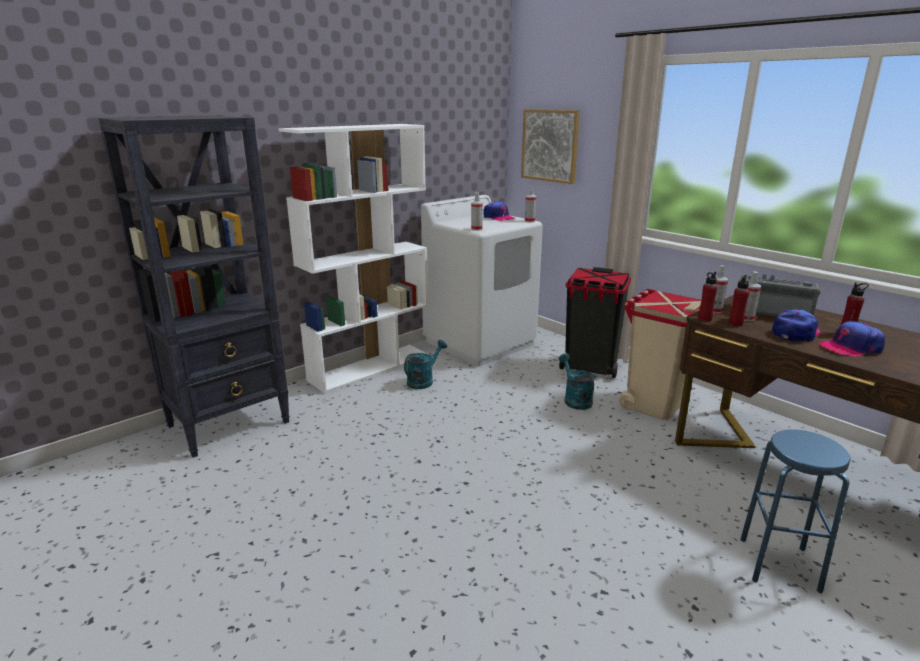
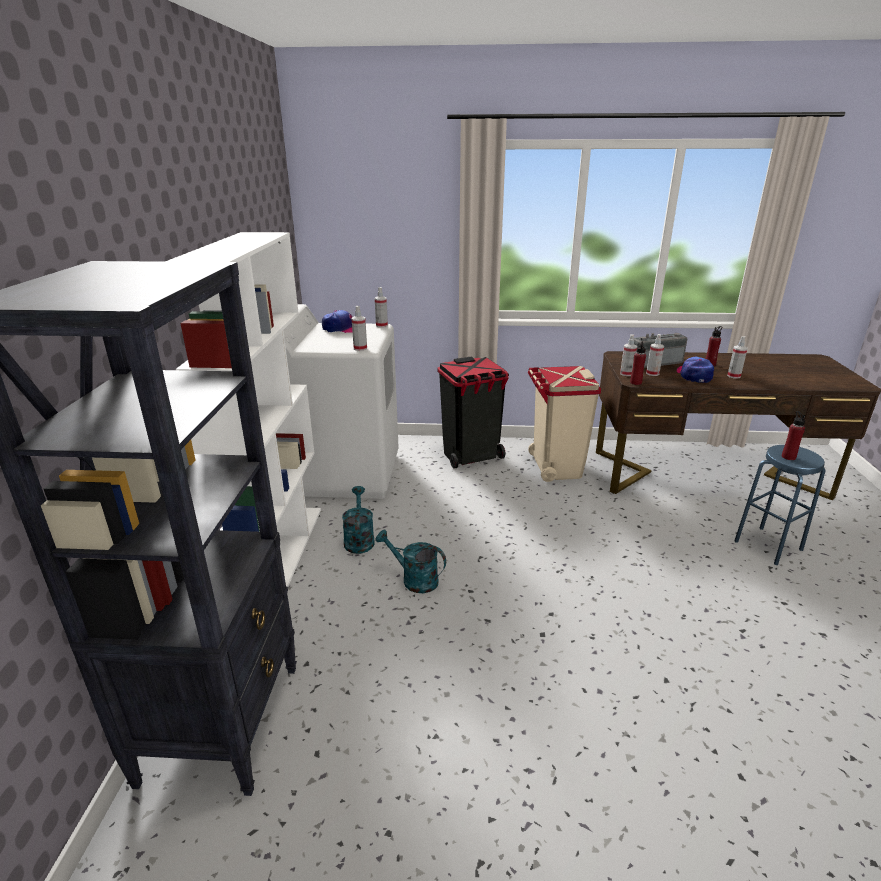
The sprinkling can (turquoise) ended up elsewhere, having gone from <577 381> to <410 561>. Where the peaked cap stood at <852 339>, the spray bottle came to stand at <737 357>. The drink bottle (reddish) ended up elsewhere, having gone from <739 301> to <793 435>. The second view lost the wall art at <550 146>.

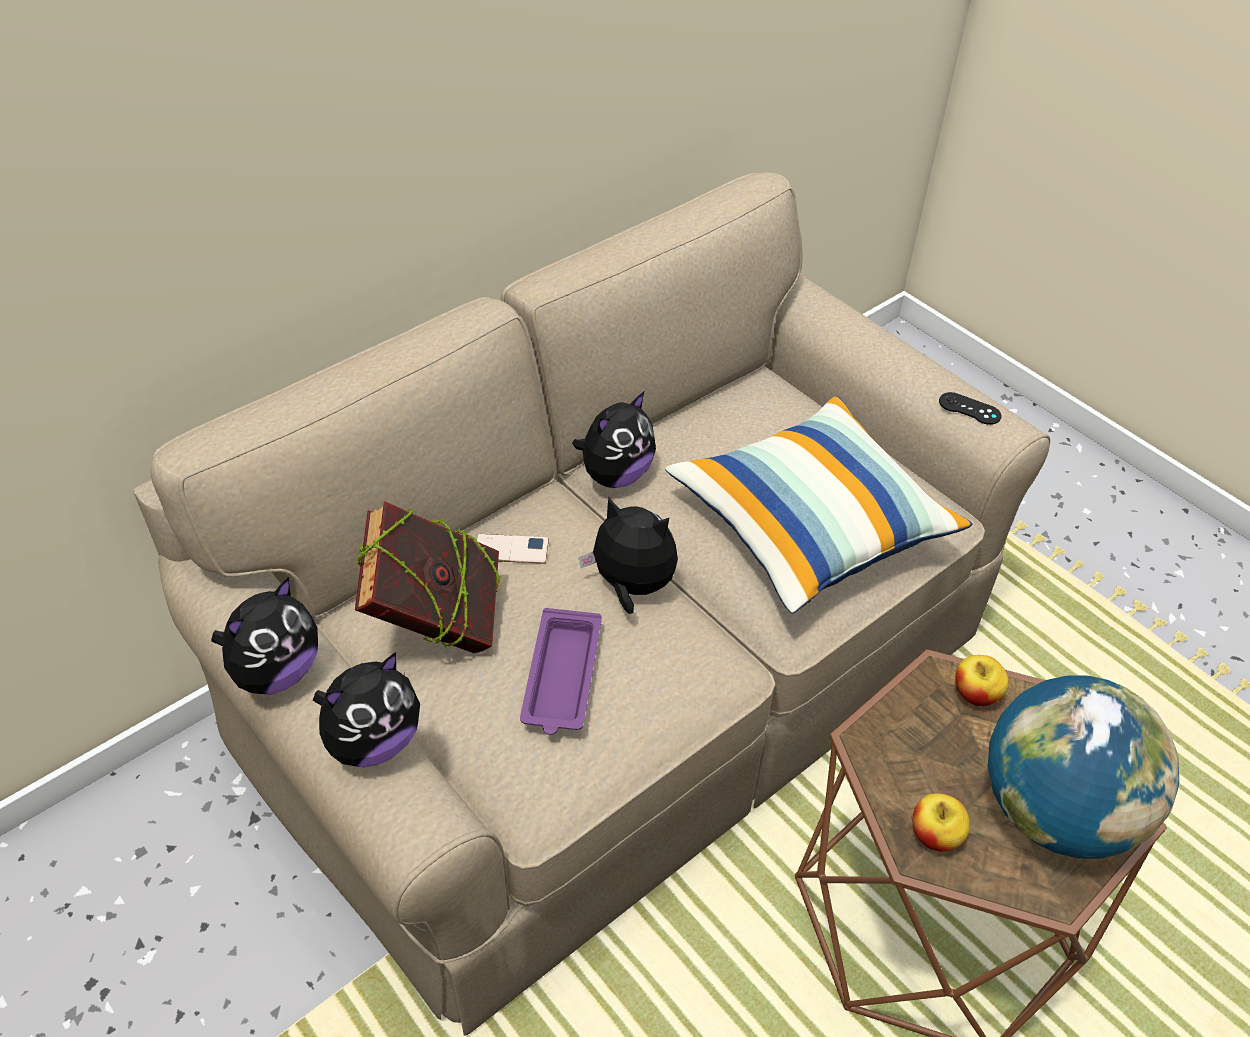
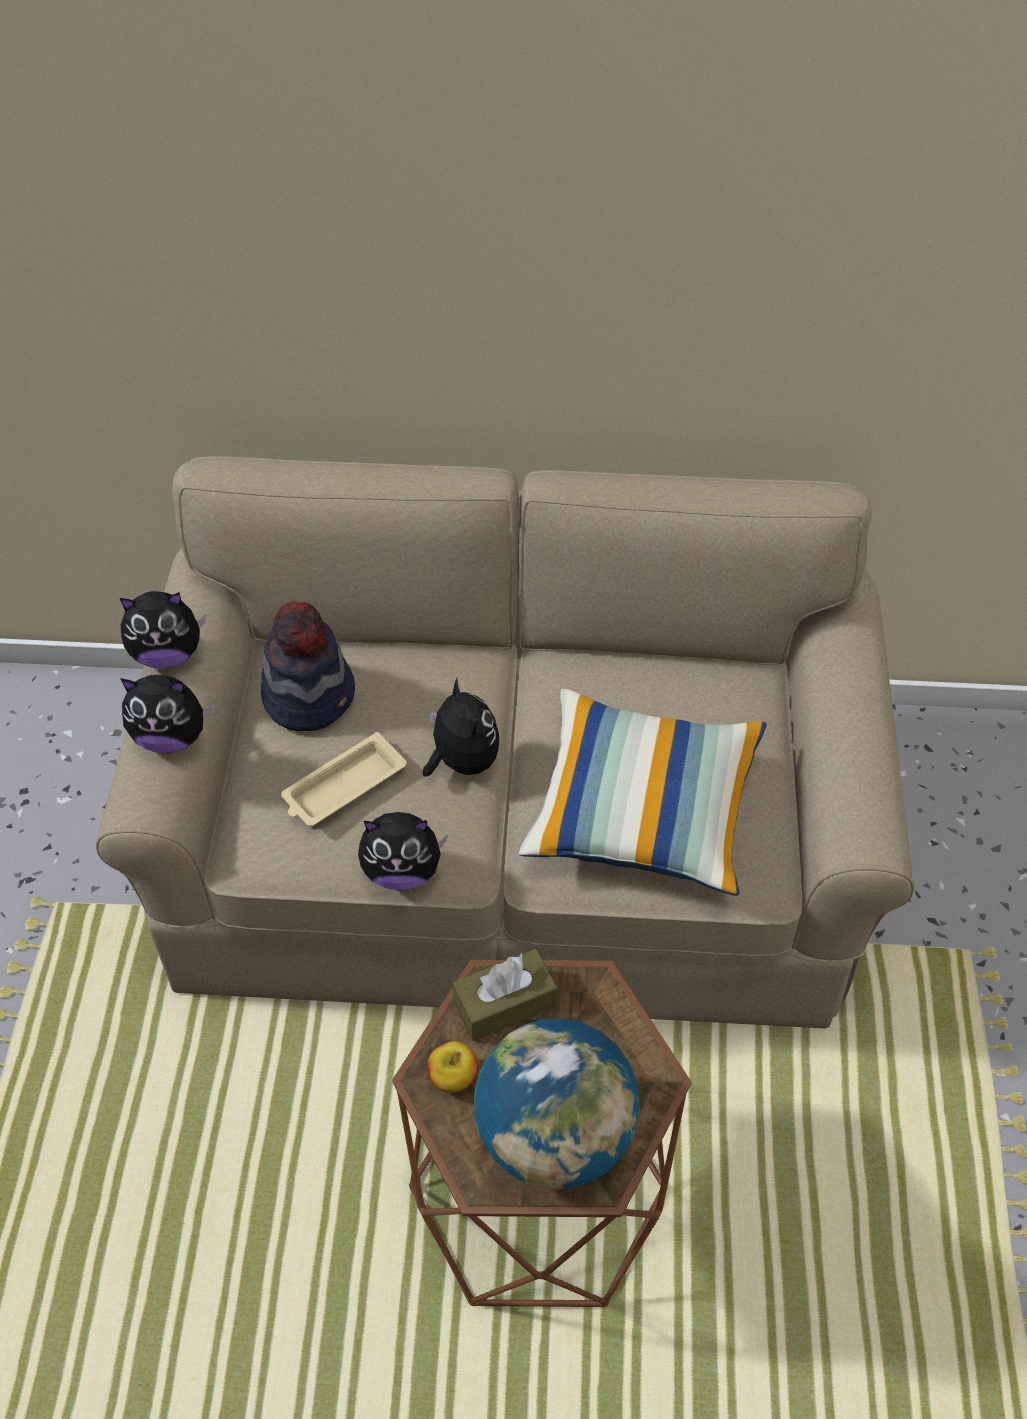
Where the bound book stood at <428 577>, the clothing hat came to stand at <308 666>. What was the serving tray (purple) at <561 671> turned into the serving tray (beige) at <344 779>. The soft toy ended up elsewhere, having gone from <614 440> to <403 851>. The second view gained the tissue box (brownish) at <505 995>. The second view lost the handset at <512 549>. The second view lost the gamepad (black-coloured) at <970 408>. The second view lost the whole apple at <982 680>.

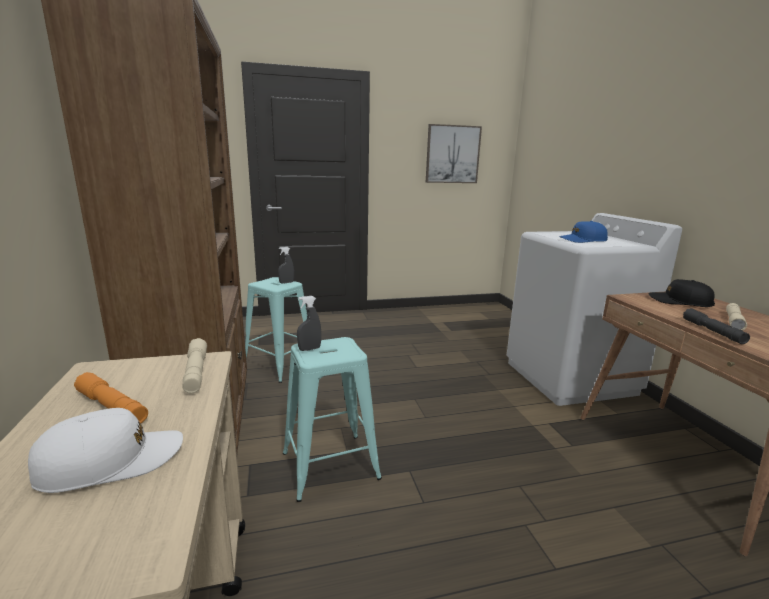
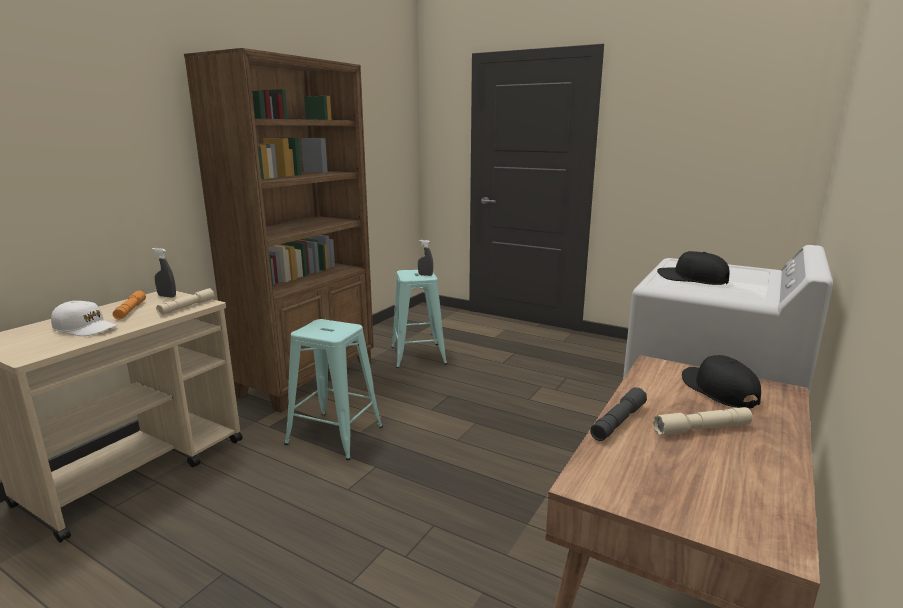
The spray bottle (greyish) ended up elsewhere, having gone from <309 323> to <164 273>. What was the peaked cap (bluish) at <584 232> turned into the peaked cap (black-coloured) at <693 268>. The second view lost the wall art at <454 153>.

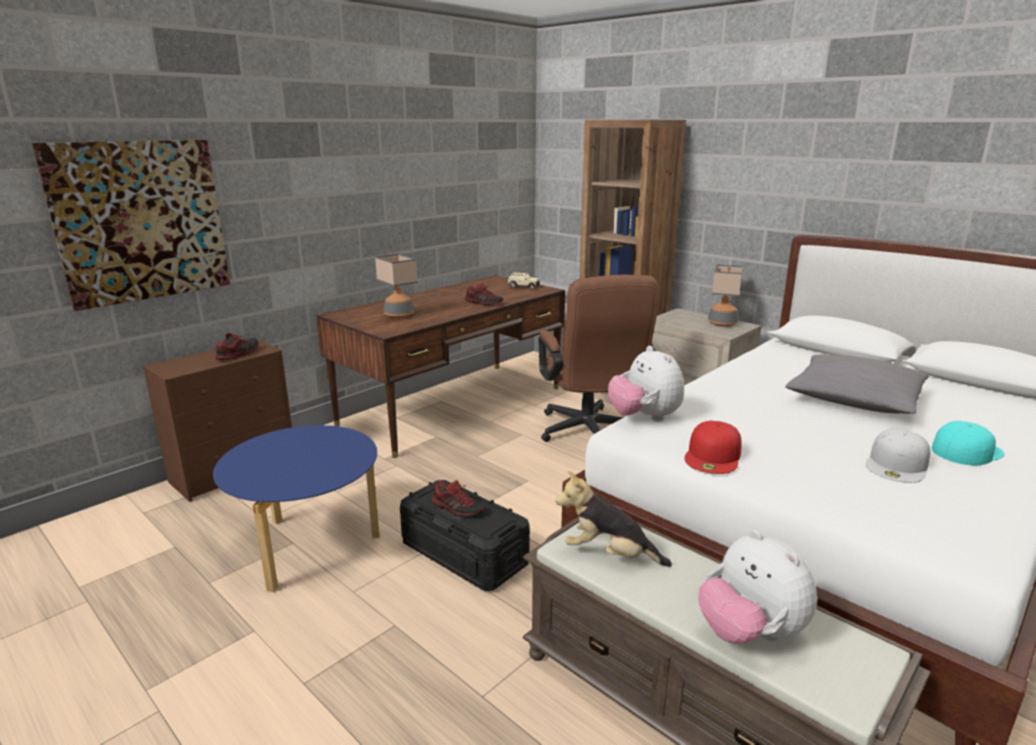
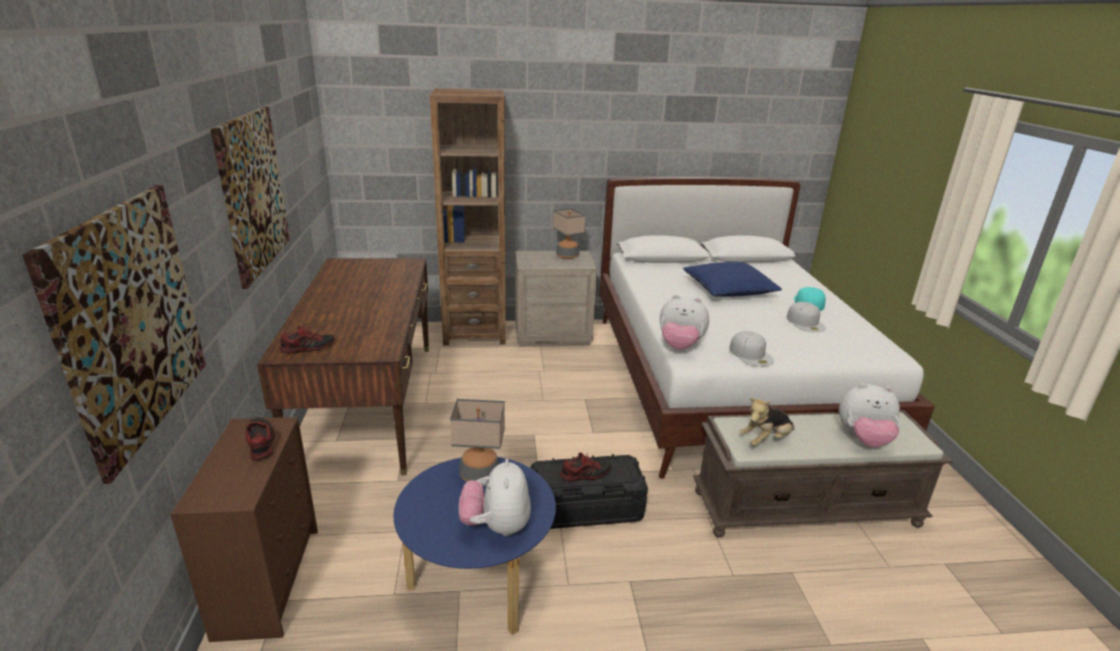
The second view gained the wall art at <250 198>. The item of footwear ended up elsewhere, having gone from <484 294> to <307 340>. The lamp for a table ended up elsewhere, having gone from <396 286> to <477 440>. The second view gained the soft toy at <495 497>. What was the cushion (greyish) at <857 384> turned into the cushion (bluish) at <732 279>. What was the peaked cap (reddish) at <713 447> turned into the peaked cap (white-coloured) at <751 349>. The second view lost the toy car (beige) at <523 280>. The second view lost the computer chair (brownish) at <598 358>.

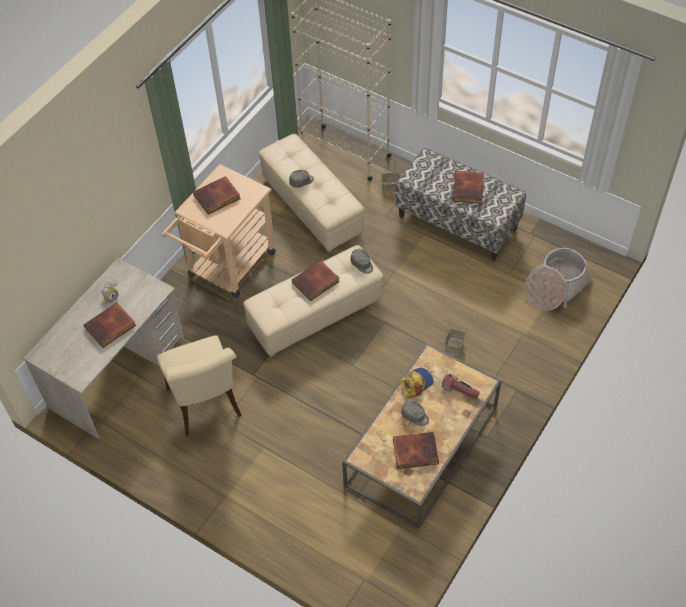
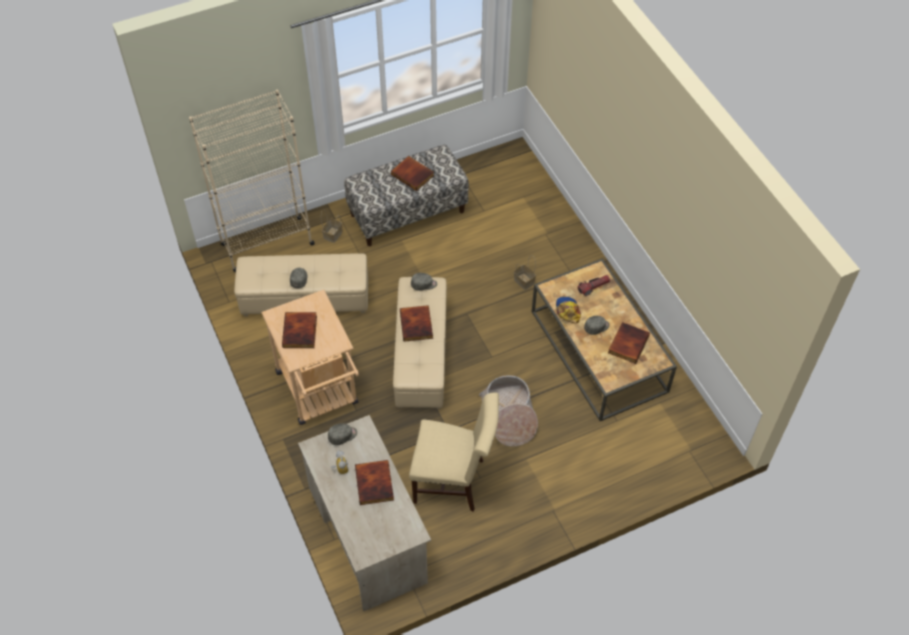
The second view gained the peaked cap (greyish) at <342 434>. The household basket ended up elsewhere, having gone from <559 279> to <508 410>.

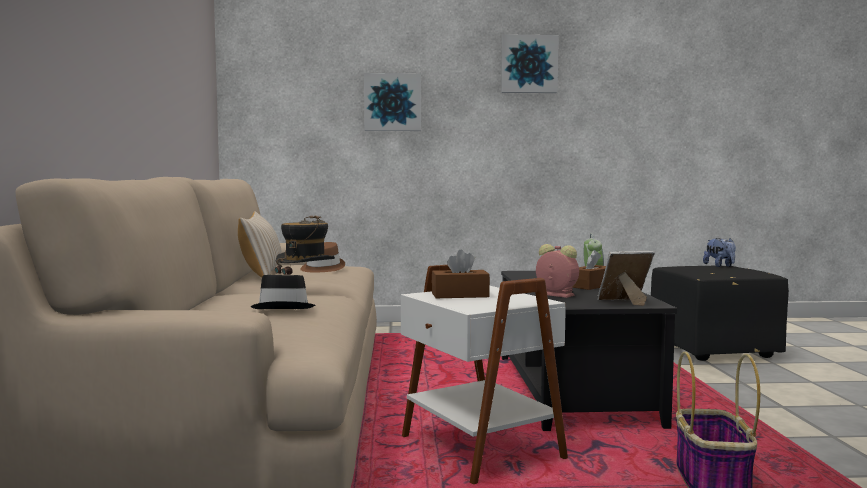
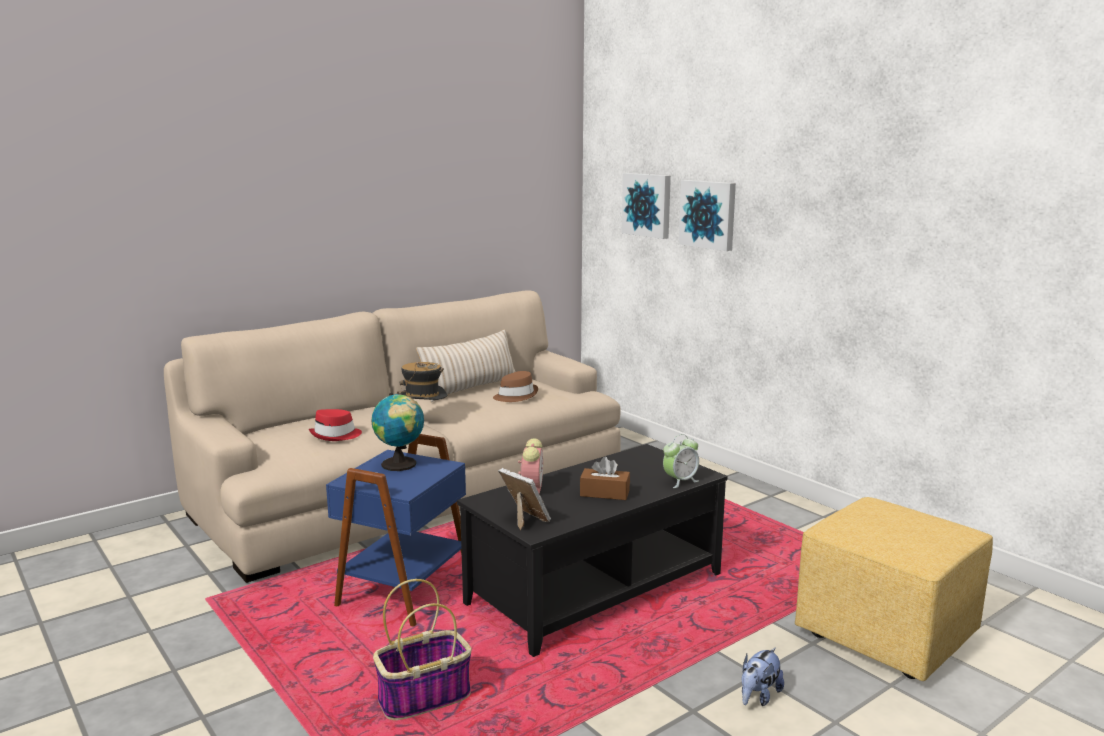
What was the clothing hat (black-coloured) at <283 292> turned into the clothing hat (reddish) at <335 425>. What was the side table (white-coloured) at <484 374> turned into the side table (bluish) at <396 530>. Where the tissue box (brownish) stood at <461 274>, the desk globe came to stand at <397 431>. The wall art ended up elsewhere, having gone from <530 63> to <646 206>. The soft toy ended up elsewhere, having gone from <719 252> to <763 676>. What was the footrest (black-coloured) at <720 313> turned into the footrest (yellowish) at <894 589>.

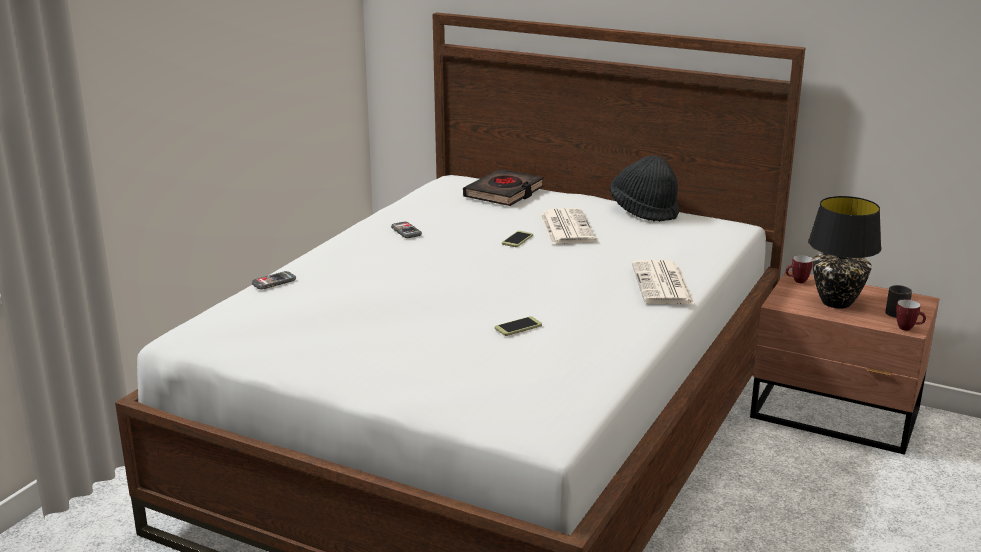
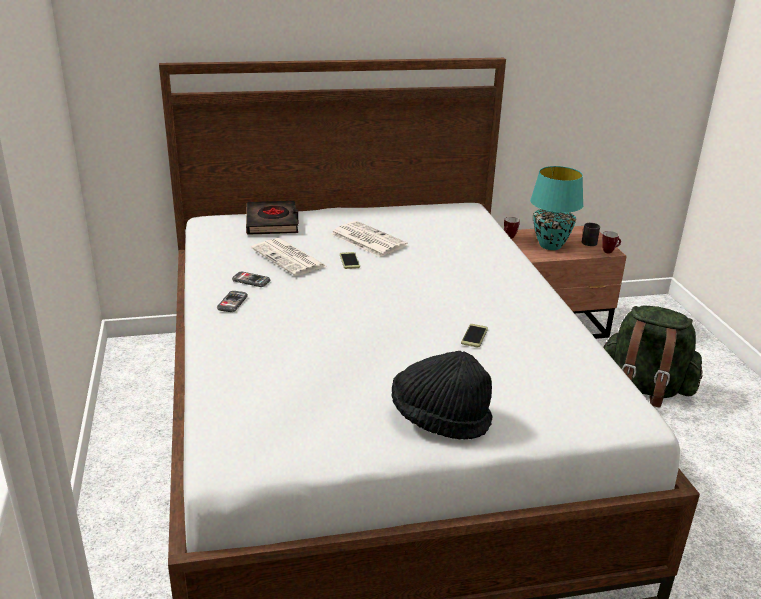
The handset ended up elsewhere, having gone from <274 280> to <232 301>. The newspaper ended up elsewhere, having gone from <663 282> to <289 257>. The clothing hat (black-coloured) ended up elsewhere, having gone from <644 188> to <442 395>. What was the lamp for a table (black-coloured) at <845 252> turned into the lamp for a table (turquoise) at <557 208>. The second view gained the rucksack (green-coloured) at <653 356>.

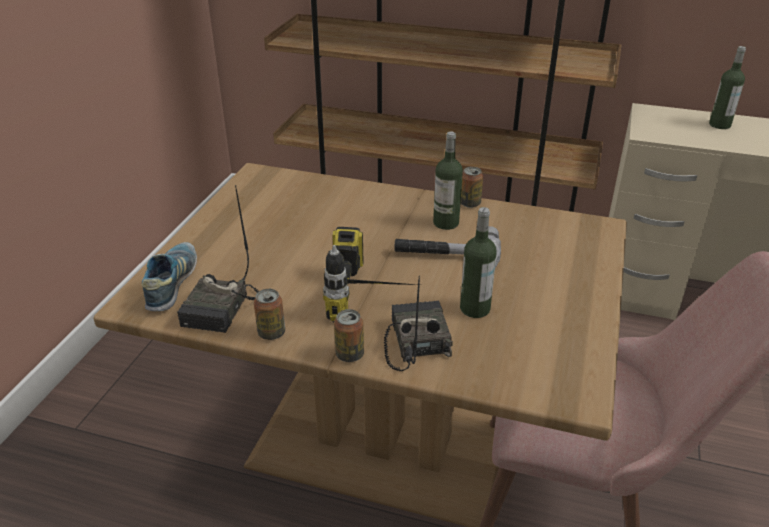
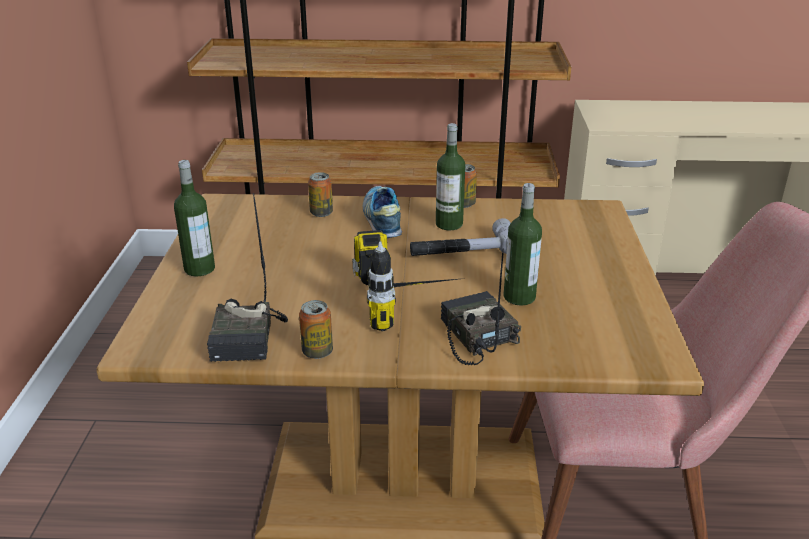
The drink bottle ended up elsewhere, having gone from <727 87> to <194 218>. The can ended up elsewhere, having gone from <349 335> to <320 194>. The item of footwear ended up elsewhere, having gone from <169 276> to <382 212>.

